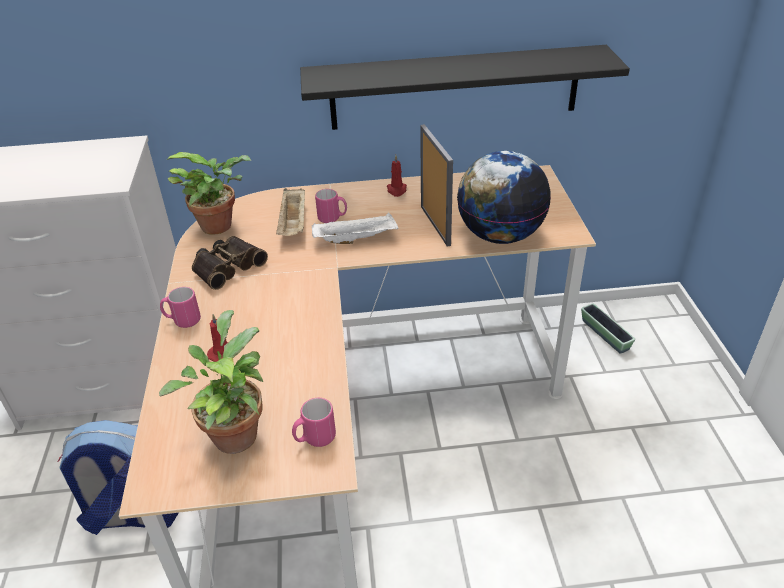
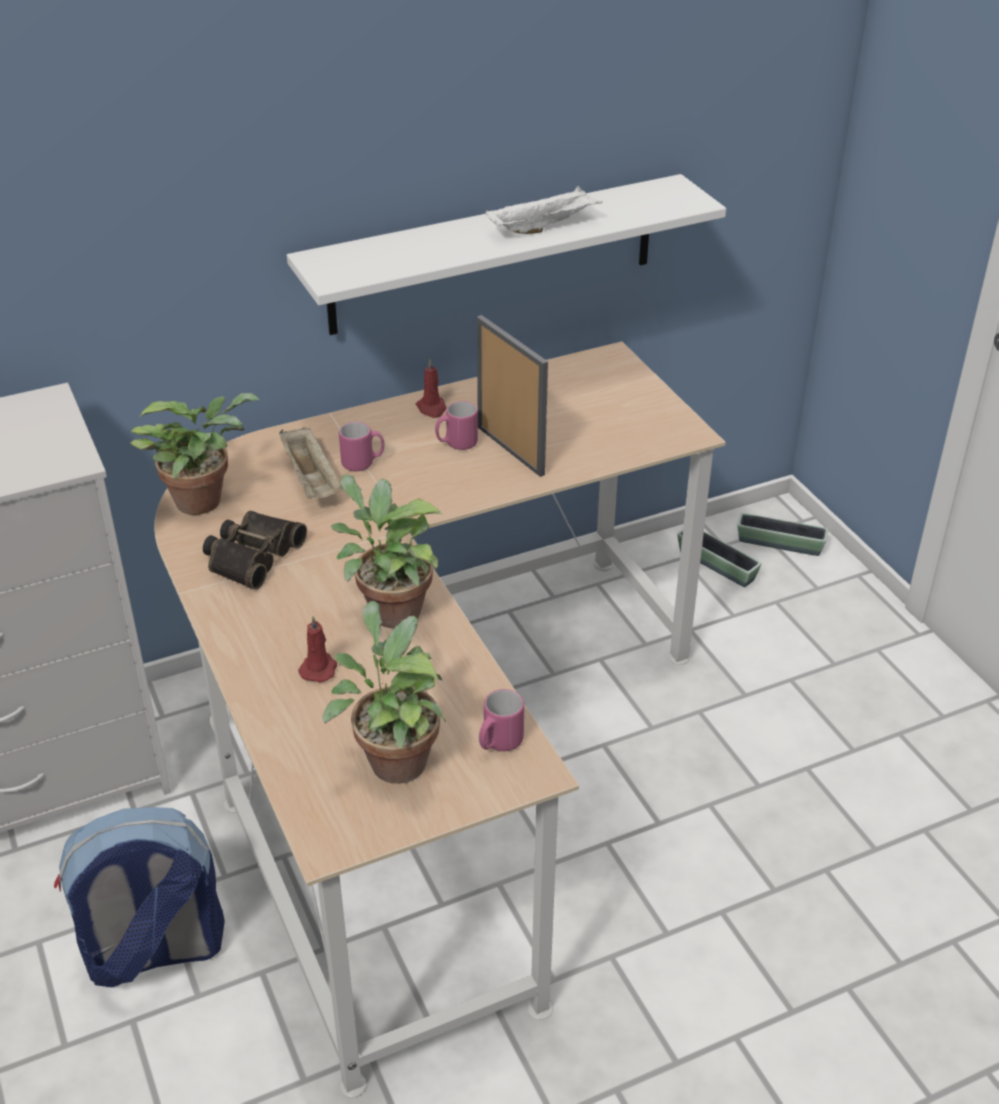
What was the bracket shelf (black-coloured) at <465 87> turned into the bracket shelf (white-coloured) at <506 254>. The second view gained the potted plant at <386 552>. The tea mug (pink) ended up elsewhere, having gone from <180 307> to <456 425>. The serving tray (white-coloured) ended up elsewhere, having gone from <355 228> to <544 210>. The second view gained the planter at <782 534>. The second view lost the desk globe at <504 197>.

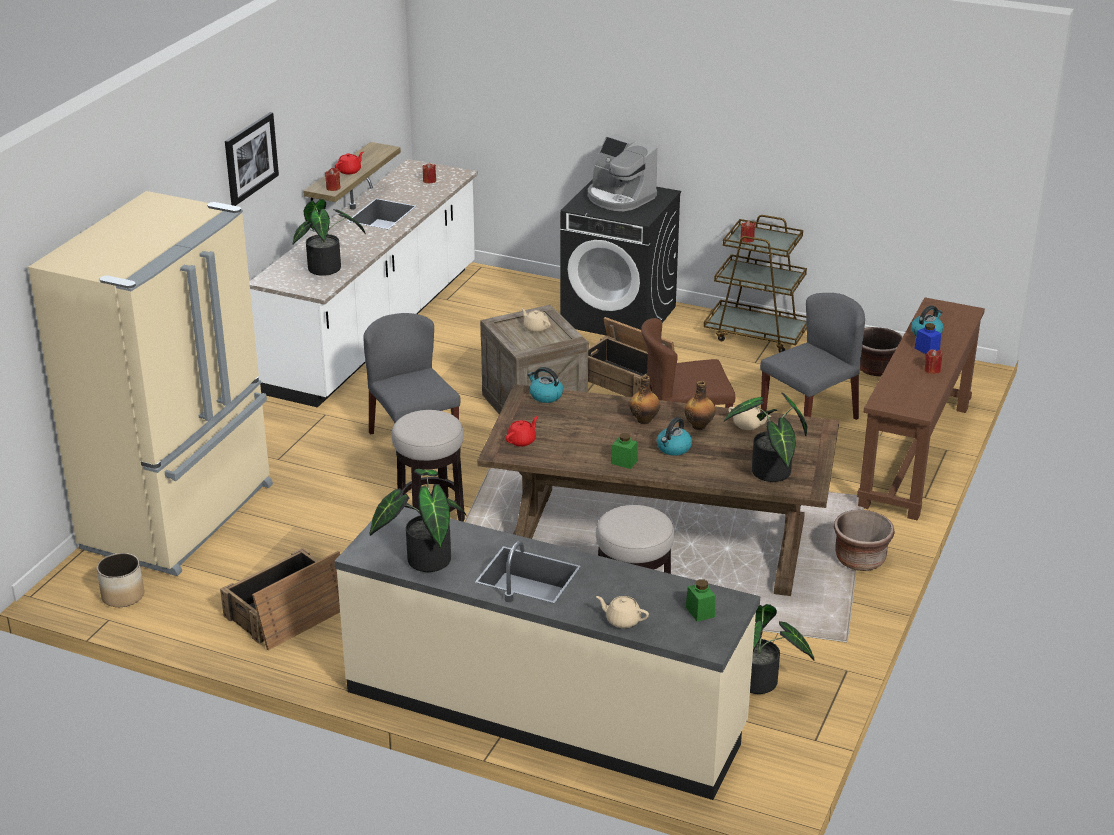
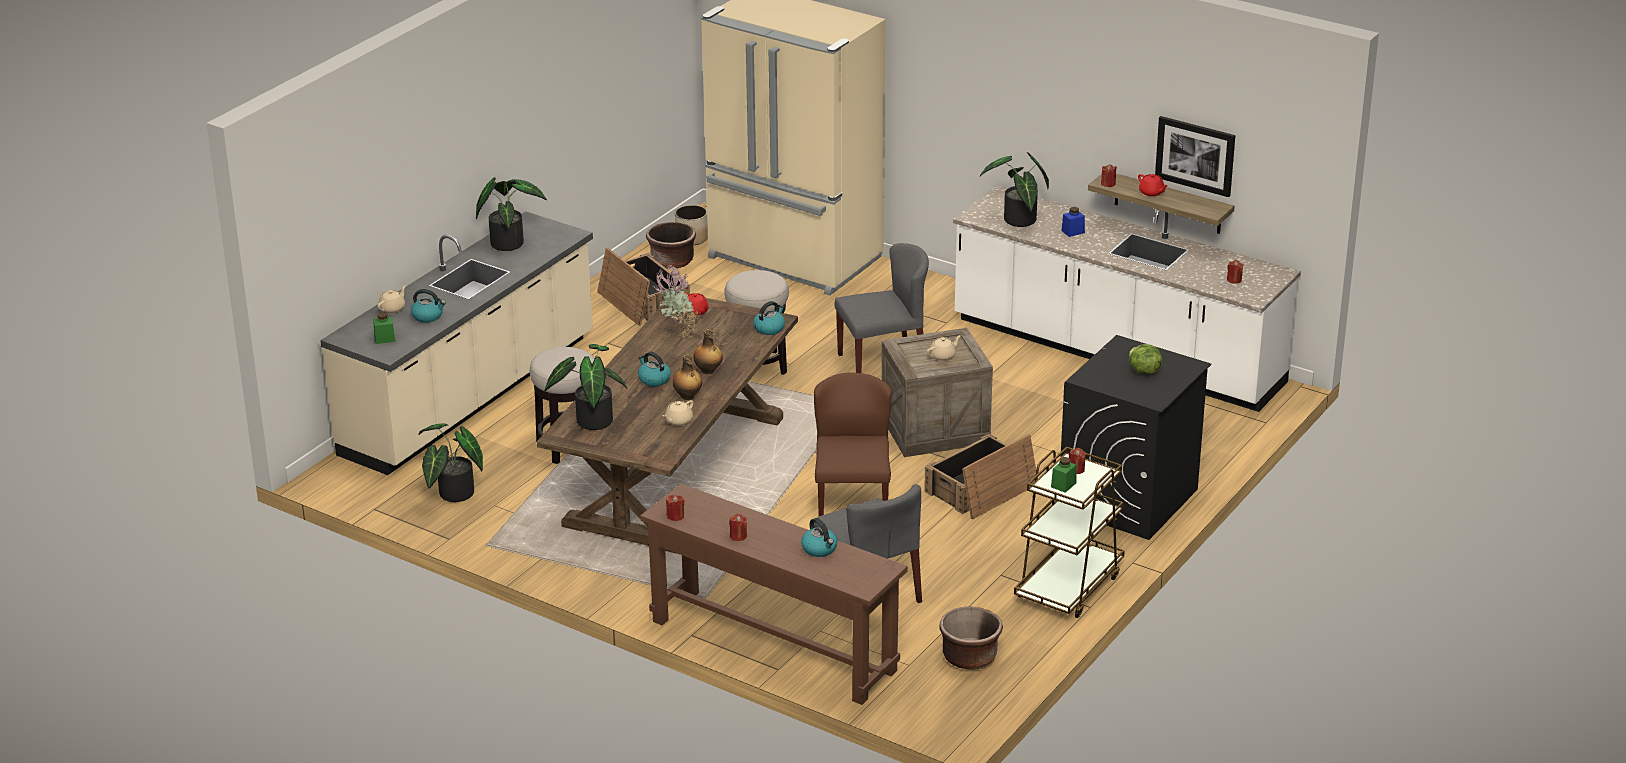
The second view gained the kettle at <428 306>. The planter (brownish) ended up elsewhere, having gone from <864 540> to <671 245>. The second view gained the potted plant at <676 303>. The second view gained the wax candle (reddish) at <675 508>. The jar (green-coloured) ended up elsewhere, having gone from <624 451> to <1064 475>. The jar (bluish) ended up elsewhere, having gone from <927 338> to <1073 222>. Where the coffee machine stood at <622 172>, the lettuce came to stand at <1145 359>. The wall art ended up elsewhere, having gone from <252 159> to <1195 156>.

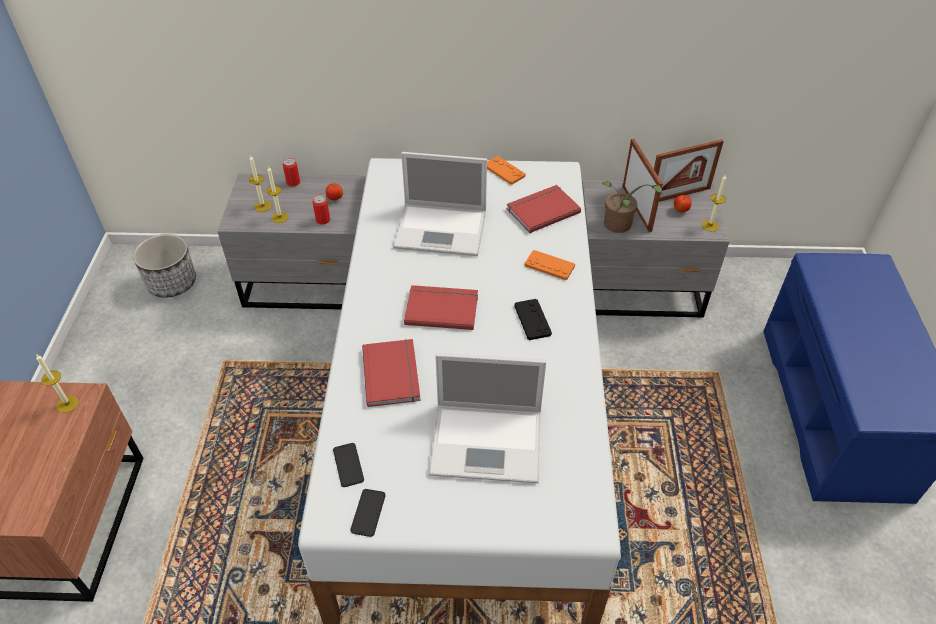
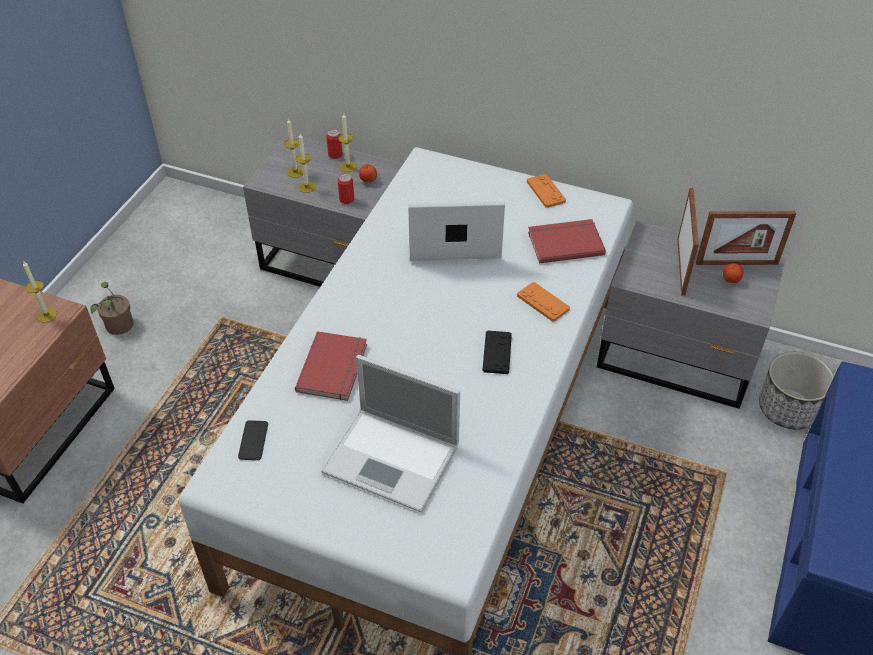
The potted plant ended up elsewhere, having gone from <631 207> to <112 308>. The wax candle ended up elsewhere, having gone from <714 203> to <347 143>. The laptop at <440 204> ended up facing another way, 150 degrees clockwise from before. The planter ended up elsewhere, having gone from <164 266> to <796 391>. The second view lost the handset at <368 513>. The second view lost the bound book (reddish) at <441 307>.

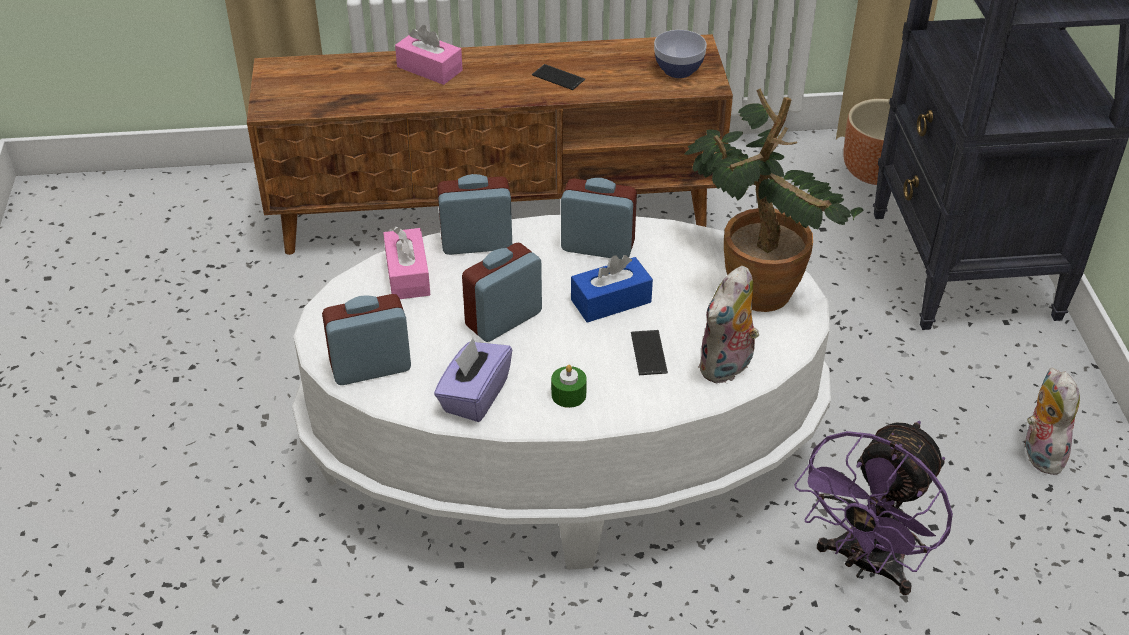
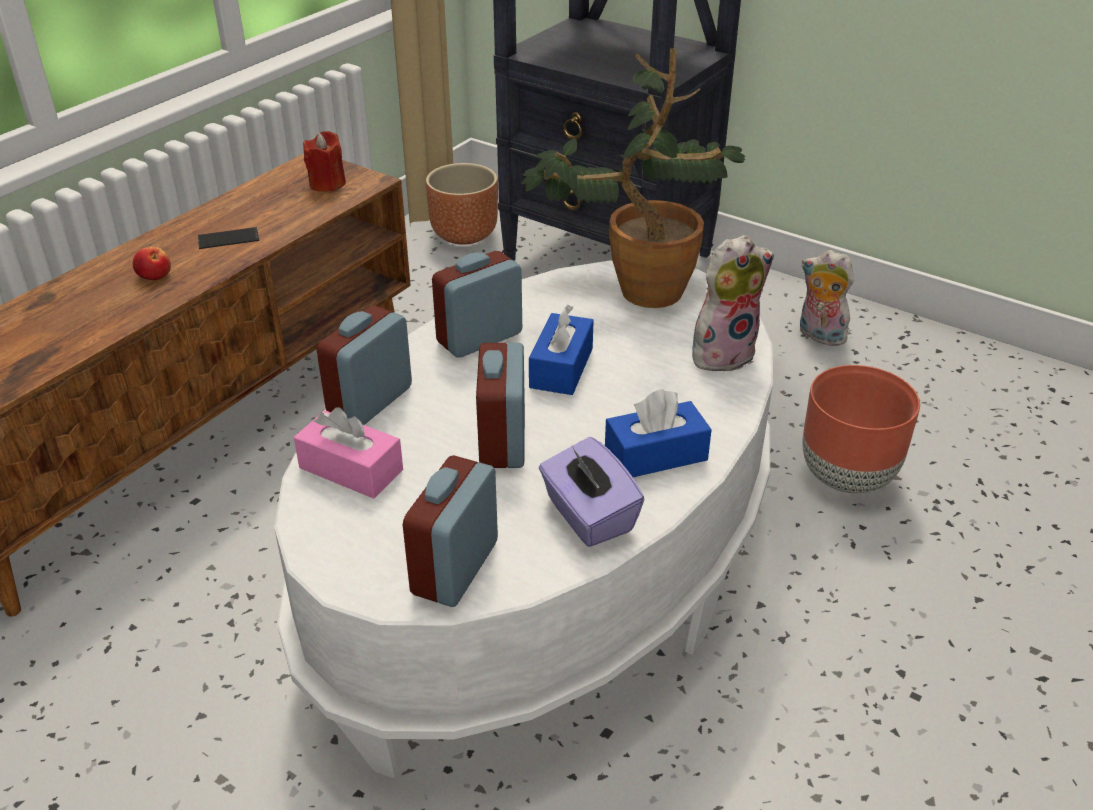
The second view gained the whole apple at <152 263>. Where the deep dish stood at <680 54>, the wax candle (reddish) came to stand at <324 161>. Where the wax candle (green-coloured) stood at <569 386>, the tissue box (bluish) came to stand at <658 433>. The soft toy at <728 325> ended up facing another way, 105 degrees counterclockwise from before. Where the cooling fan (purple) stood at <873 508>, the planter (brownish) came to stand at <861 429>. The second view lost the tissue box (pink) at <429 55>. The second view lost the handset at <649 352>.

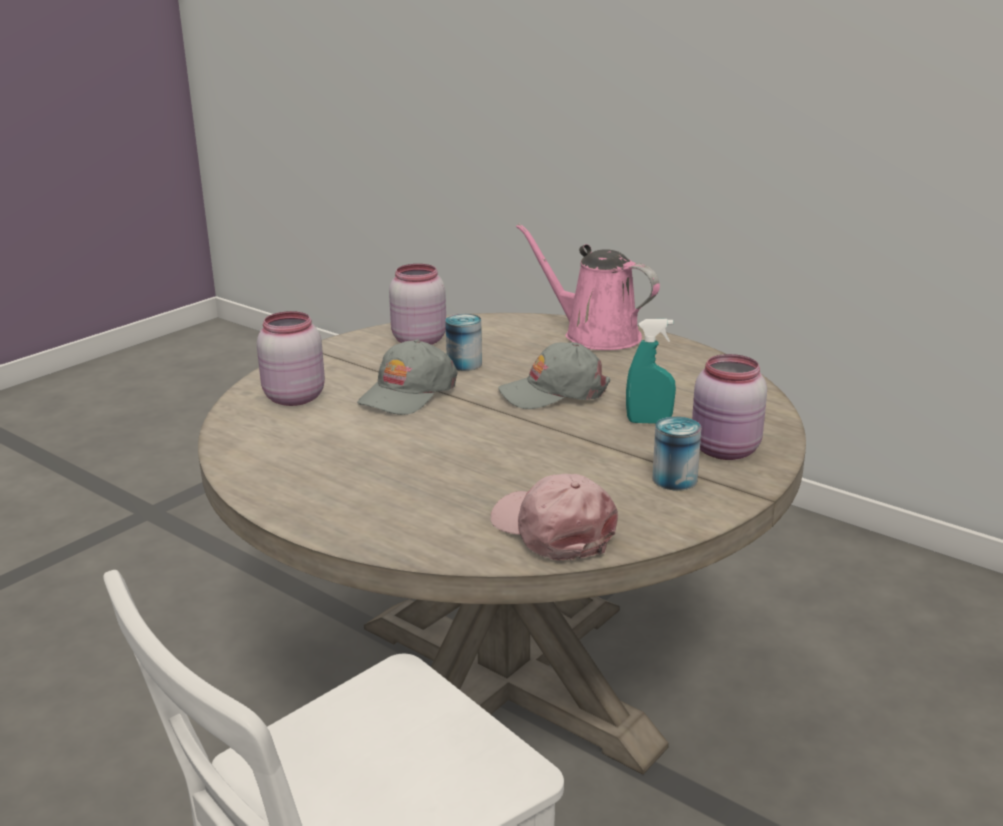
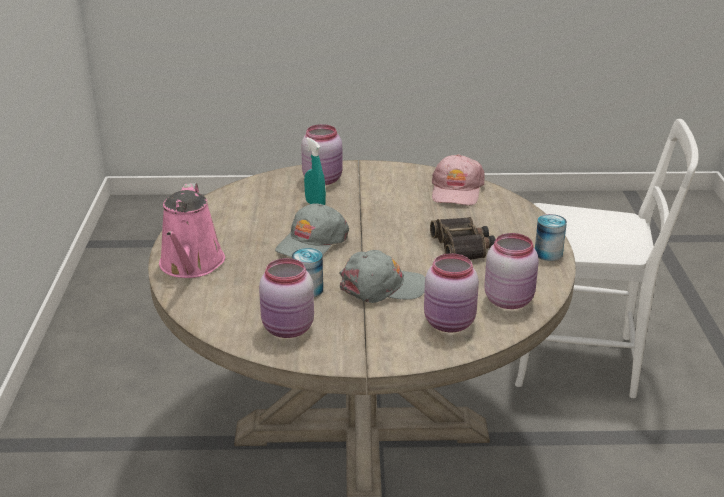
The peaked cap (greyish) at <554 375> ended up facing another way, 90 degrees clockwise from before. The second view gained the field glasses at <463 238>. The second view gained the jar (pink) at <511 271>. The can ended up elsewhere, having gone from <676 454> to <551 237>.

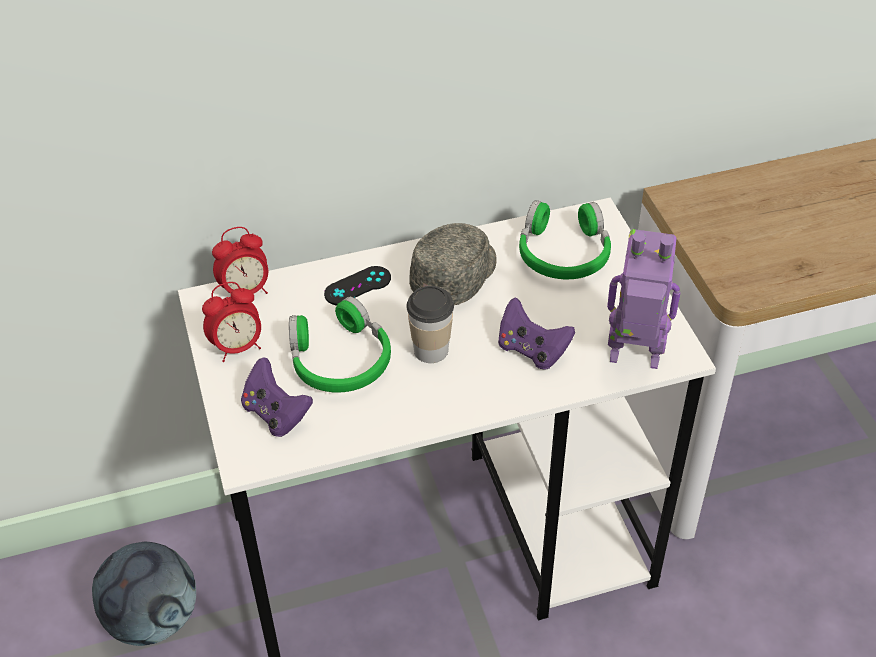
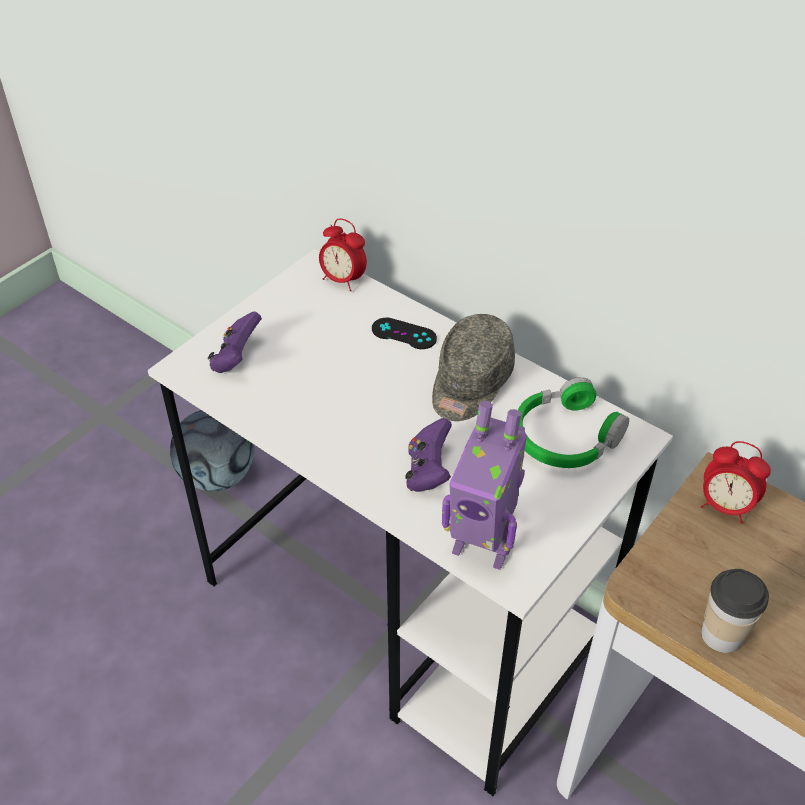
The peaked cap (greyish) at <453 264> ended up facing another way, 120 degrees clockwise from before. The toy robot at <643 299> ended up facing another way, 135 degrees clockwise from before. The table clock ended up elsewhere, having gone from <231 322> to <736 482>. The cup ended up elsewhere, having gone from <430 324> to <735 611>. The second view lost the pair of headphones (green-coloured) at <340 345>.

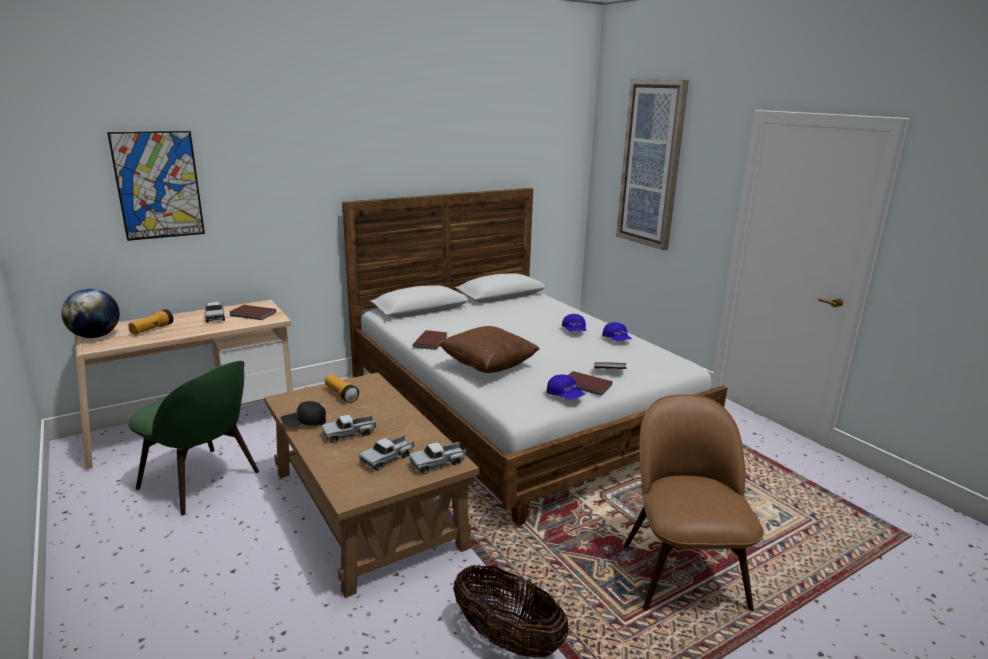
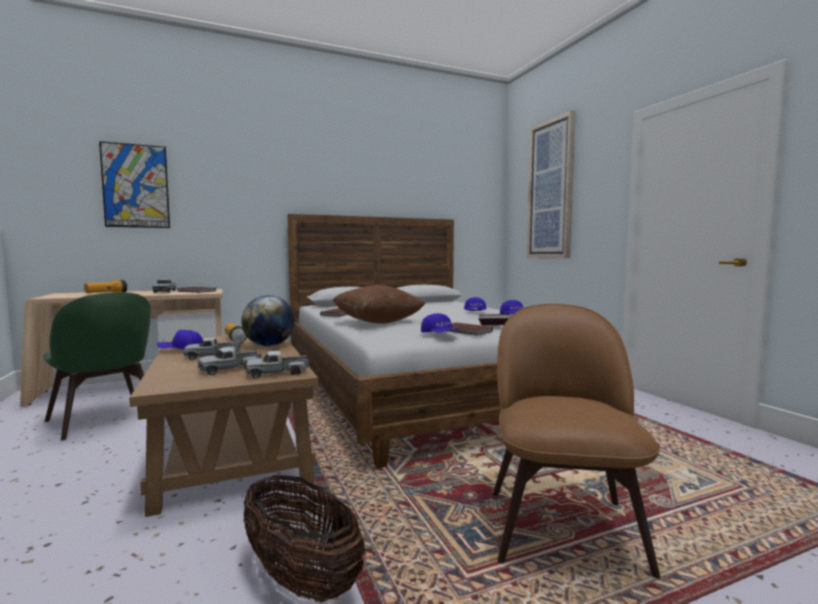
What was the peaked cap (black-coloured) at <303 413> turned into the peaked cap (bluish) at <179 339>. The desk globe ended up elsewhere, having gone from <90 313> to <268 320>.

